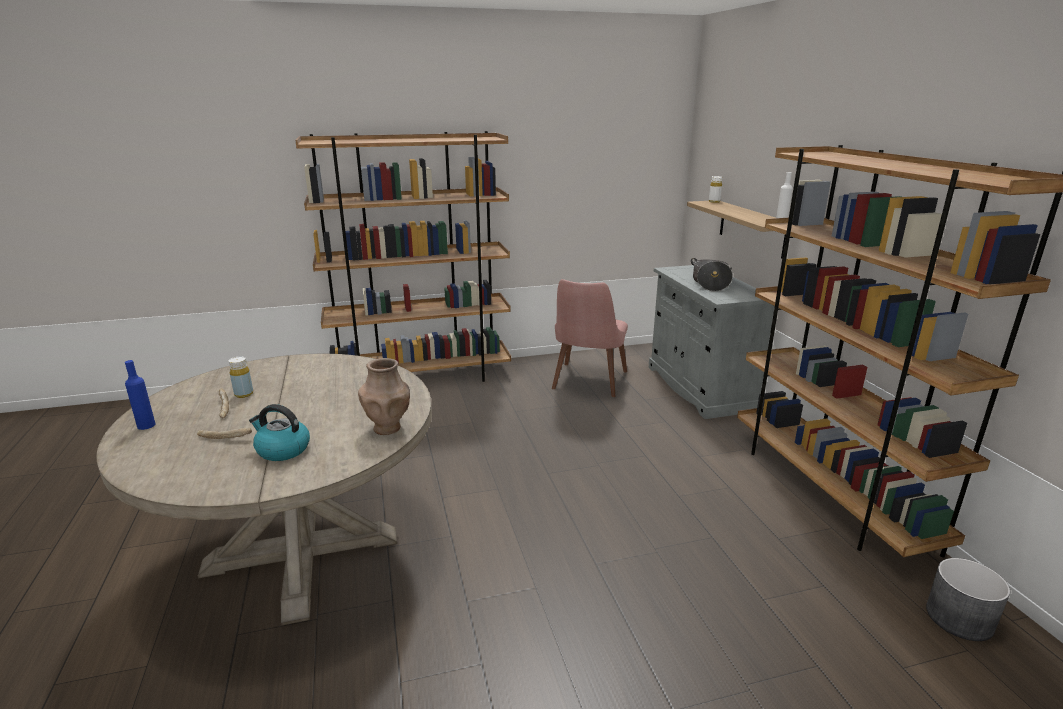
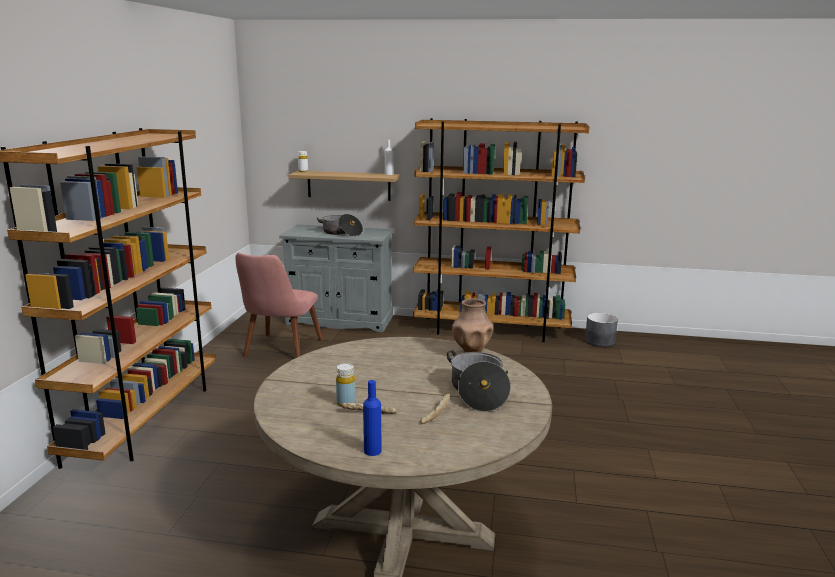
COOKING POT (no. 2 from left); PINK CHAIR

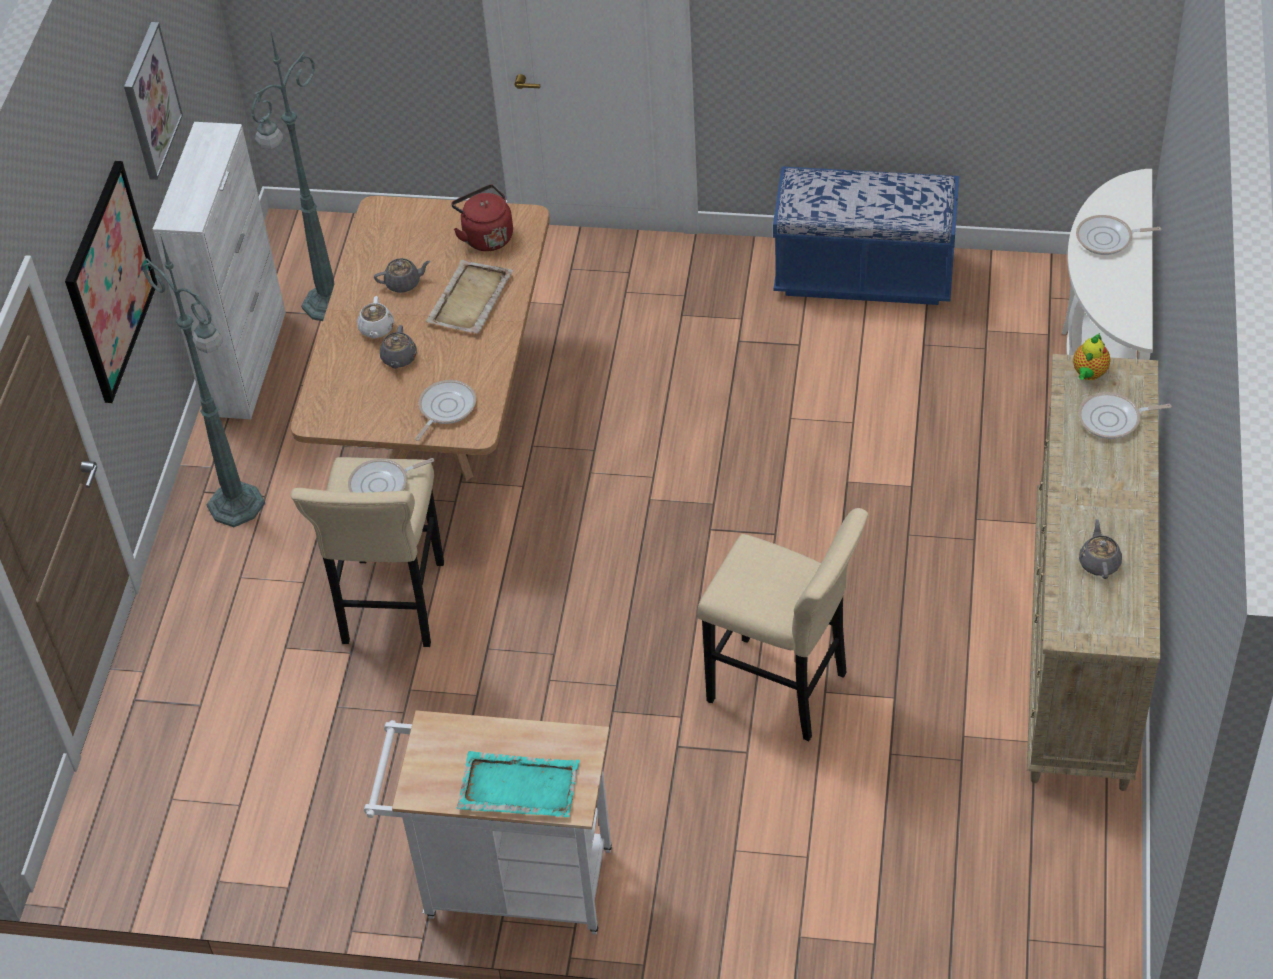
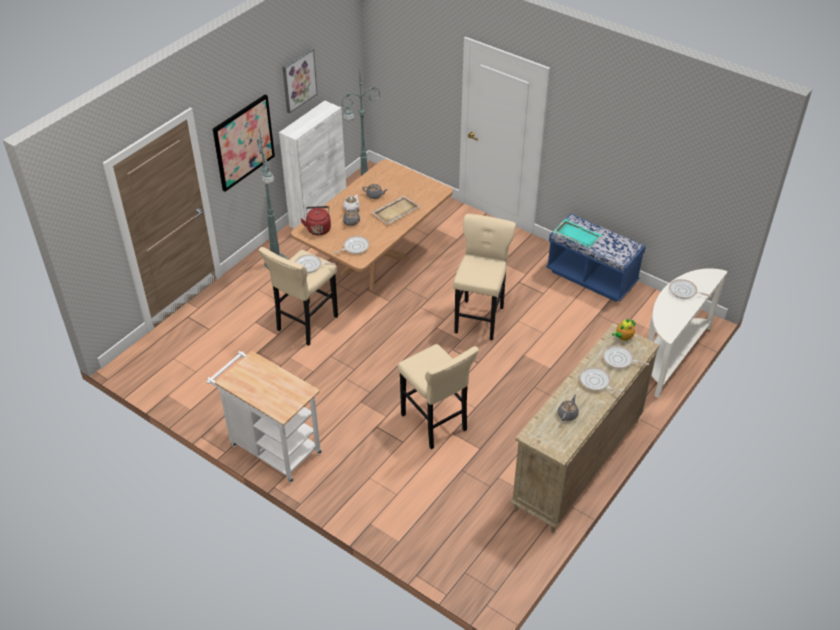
RED KETTLE; TURQUOISE TRAY; BEIGE STOOL (no. 3 from left); FRYING PAN (no. 3 from left)

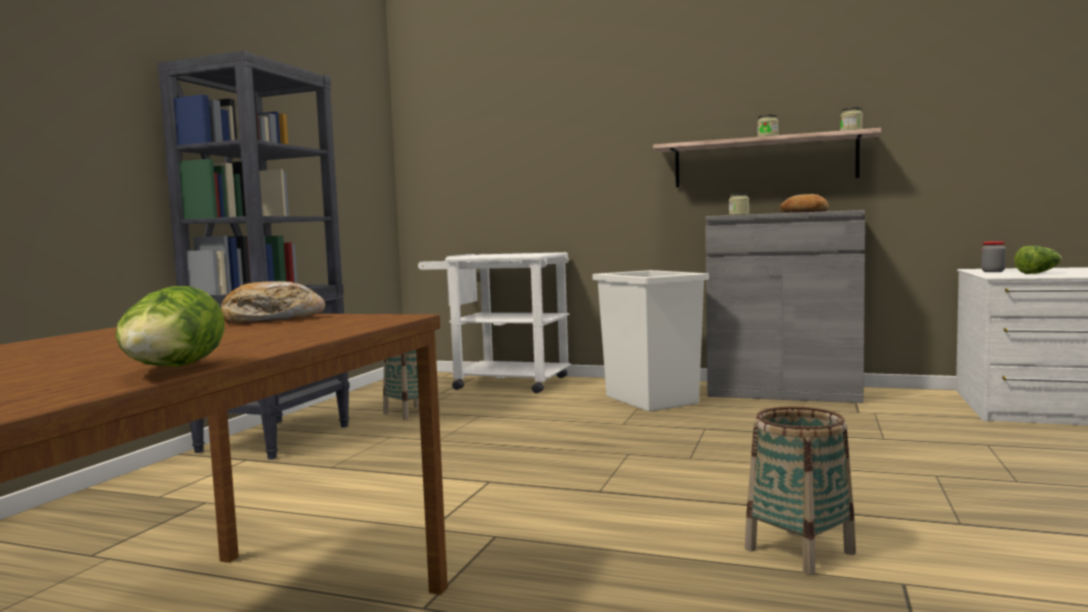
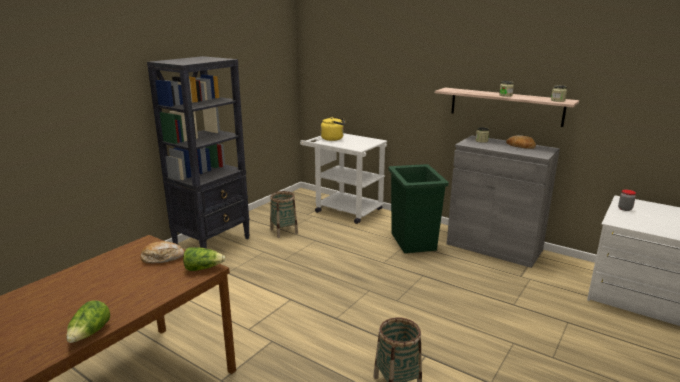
GREEN TRASH CAN; LETTUCE (no. 2 from left); YELLOW KETTLE

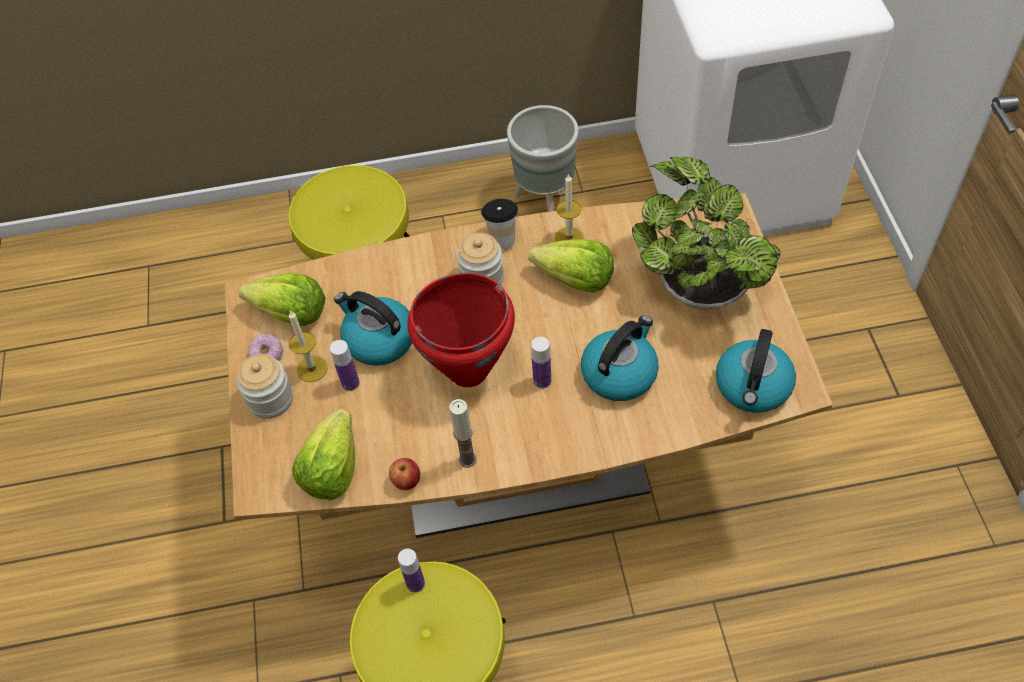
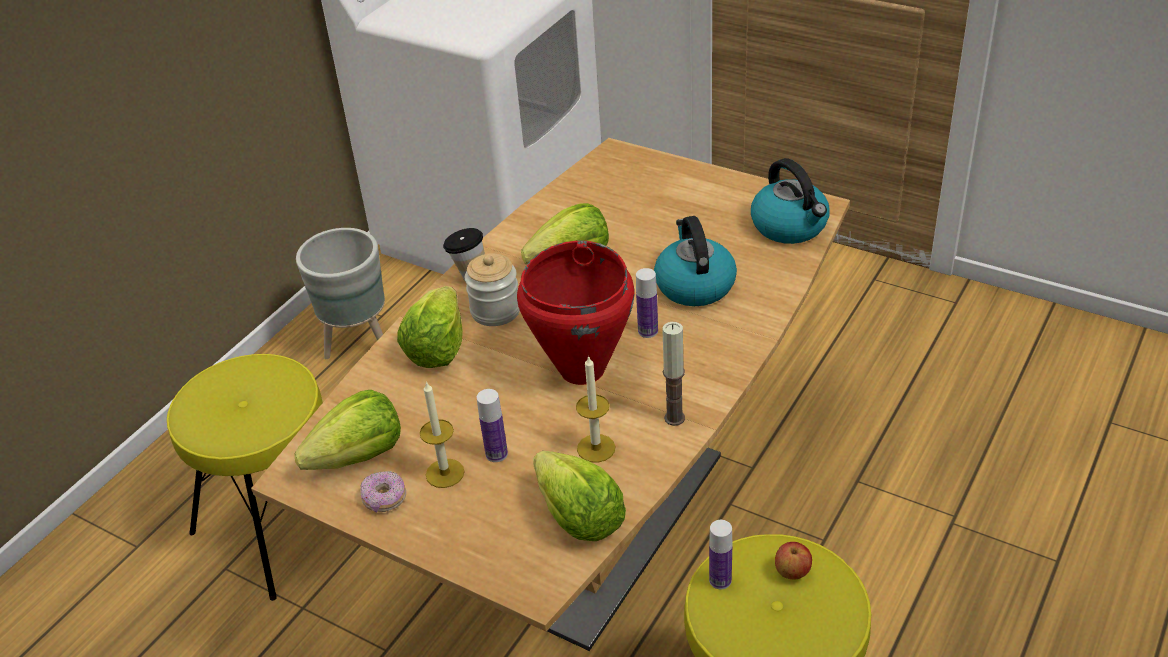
JAR (no. 1 from left in the first image); KETTLE (no. 1 from left in the first image); APPLE; CANDLE (no. 2 from left); POTTED PLANT; LETTUCE (no. 2 from left)

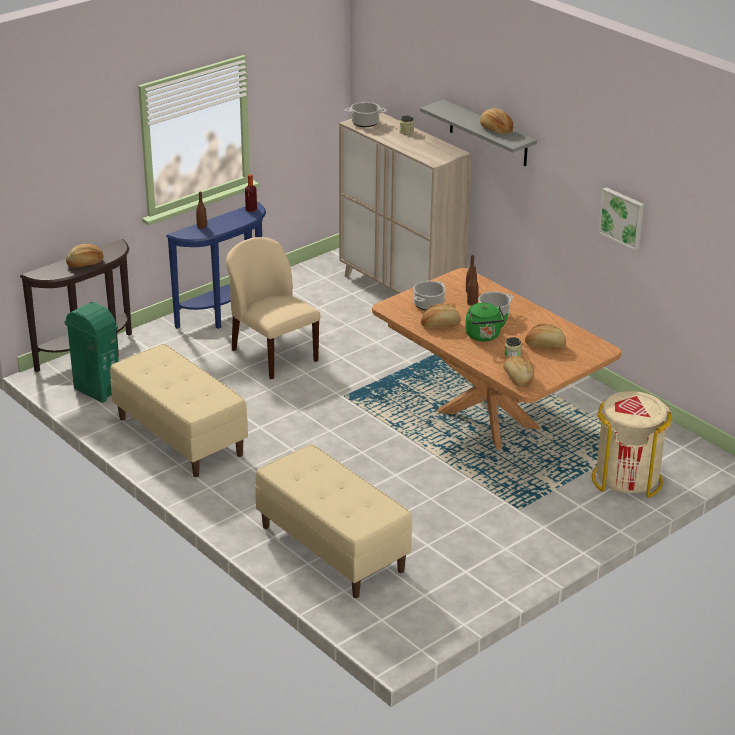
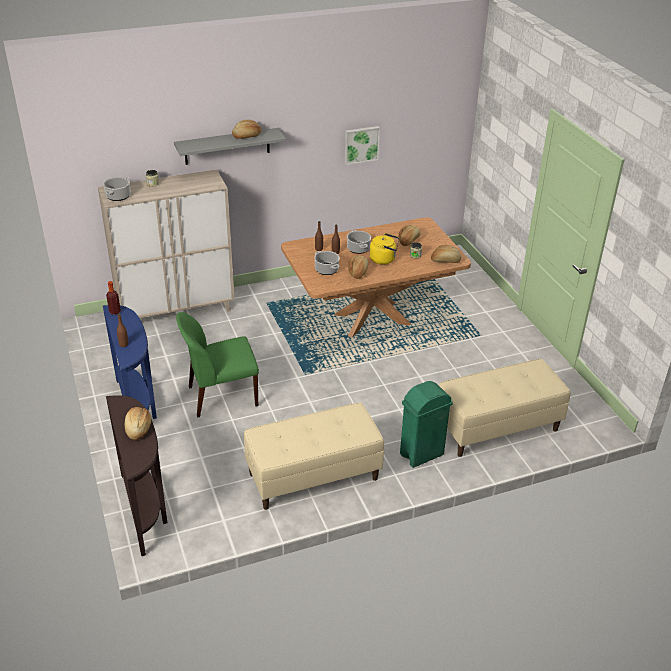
GREEN TRASH CAN; GREEN CHAIR; YELLOW KETTLE; BEIGE TRASH CAN

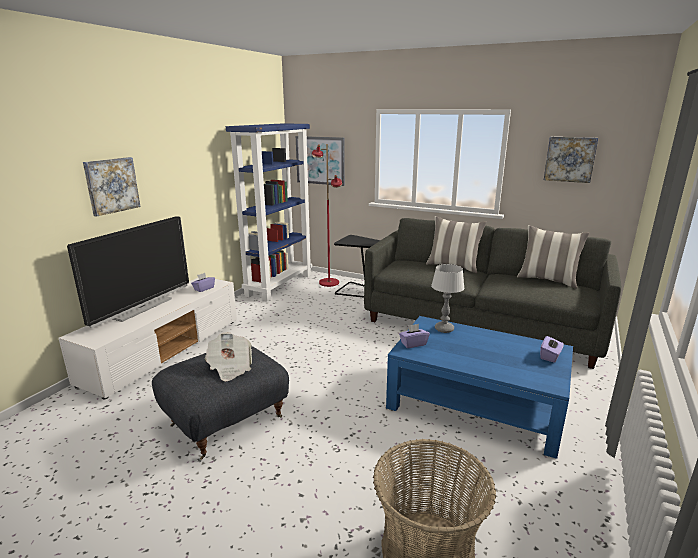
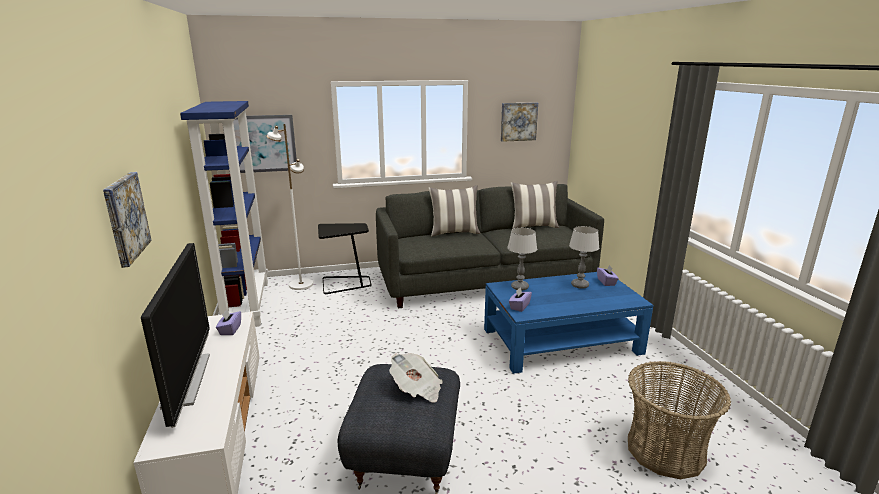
WHITE FLOOR LAMP; TABLE LAMP (no. 2 from left)

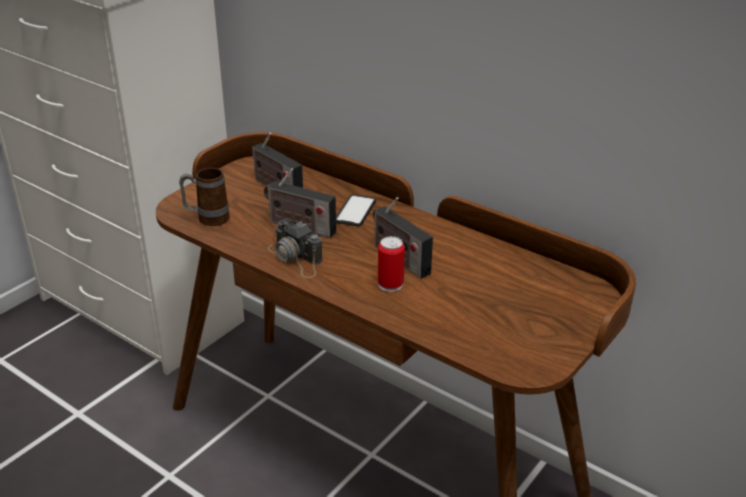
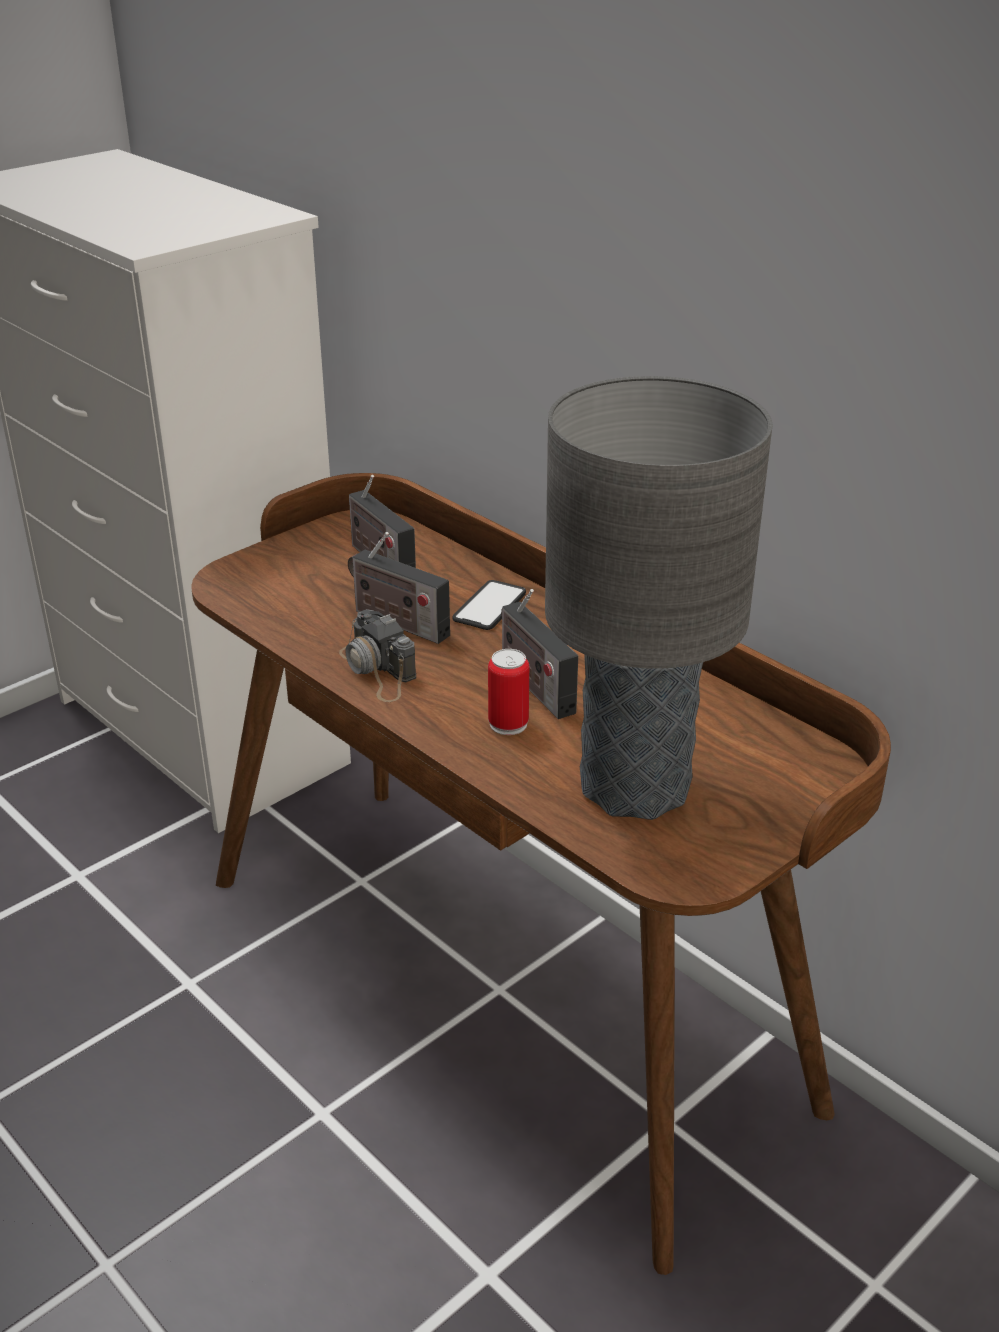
MUG; GREY TABLE LAMP

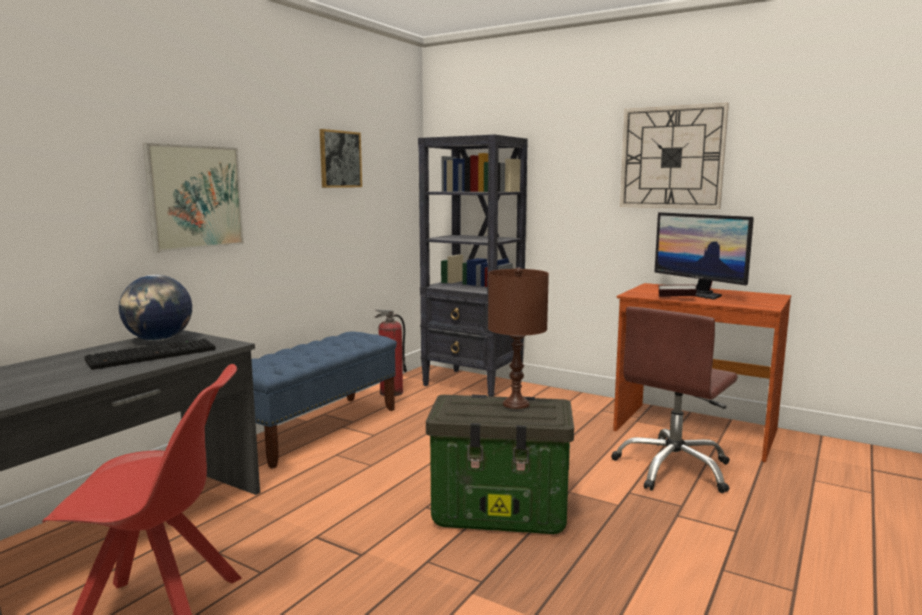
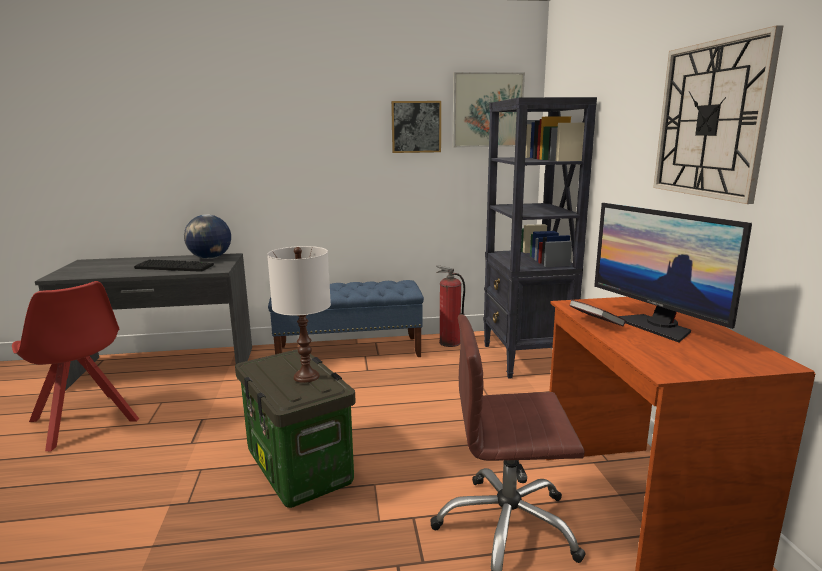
PICTURE (no. 2 from left); WHITE TABLE LAMP; MONITOR

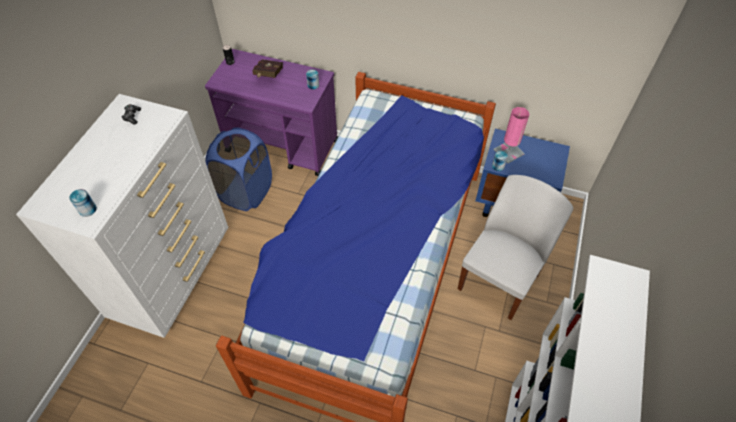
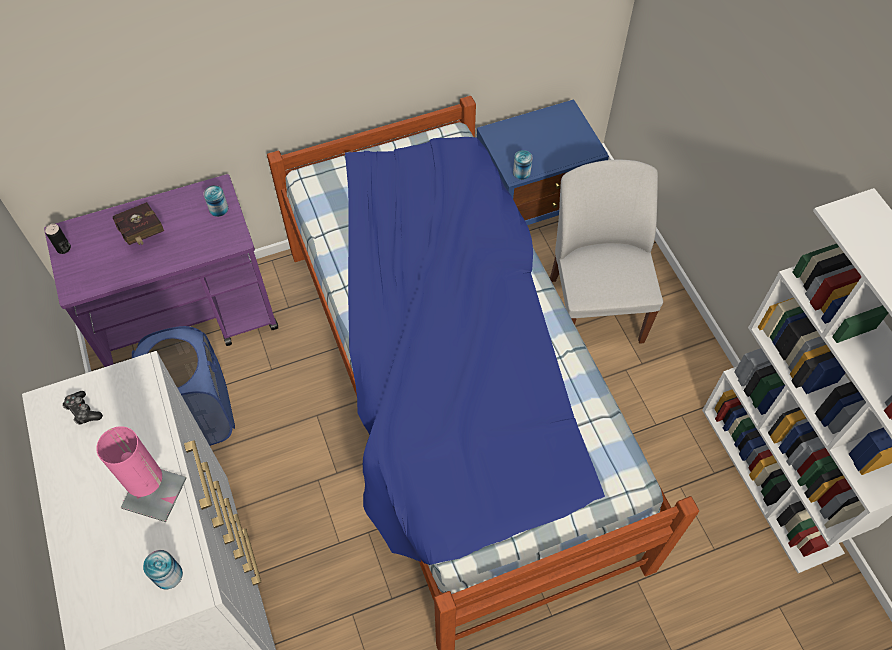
PINK TABLE LAMP

